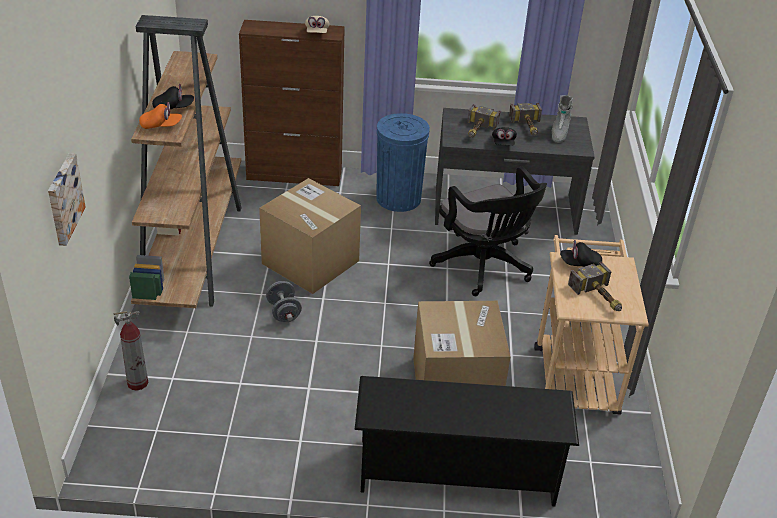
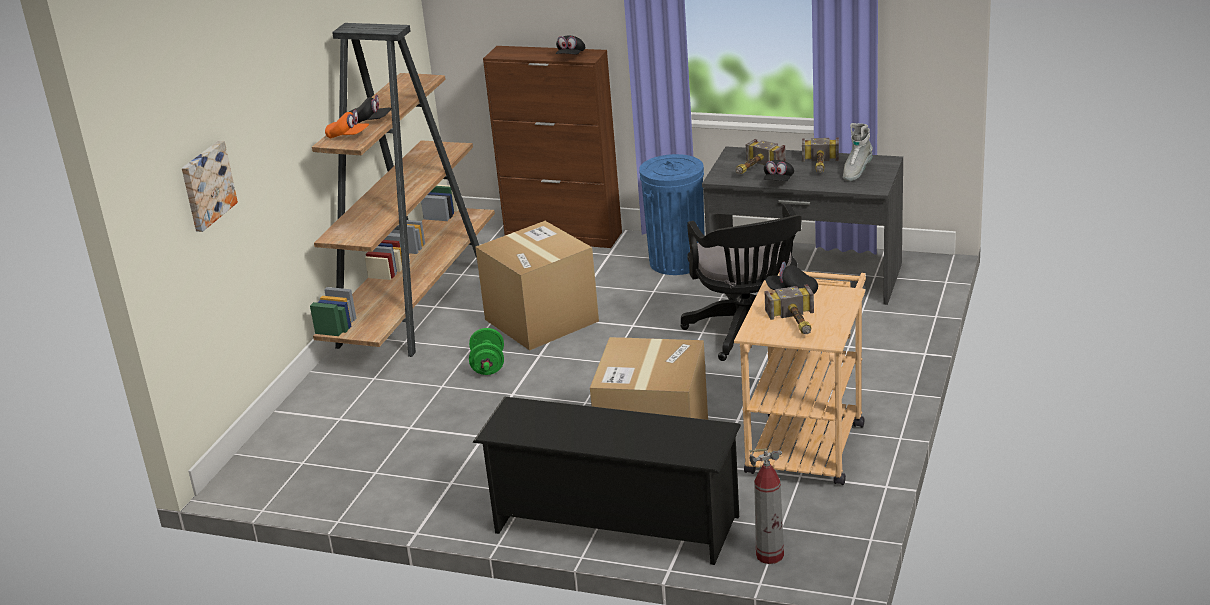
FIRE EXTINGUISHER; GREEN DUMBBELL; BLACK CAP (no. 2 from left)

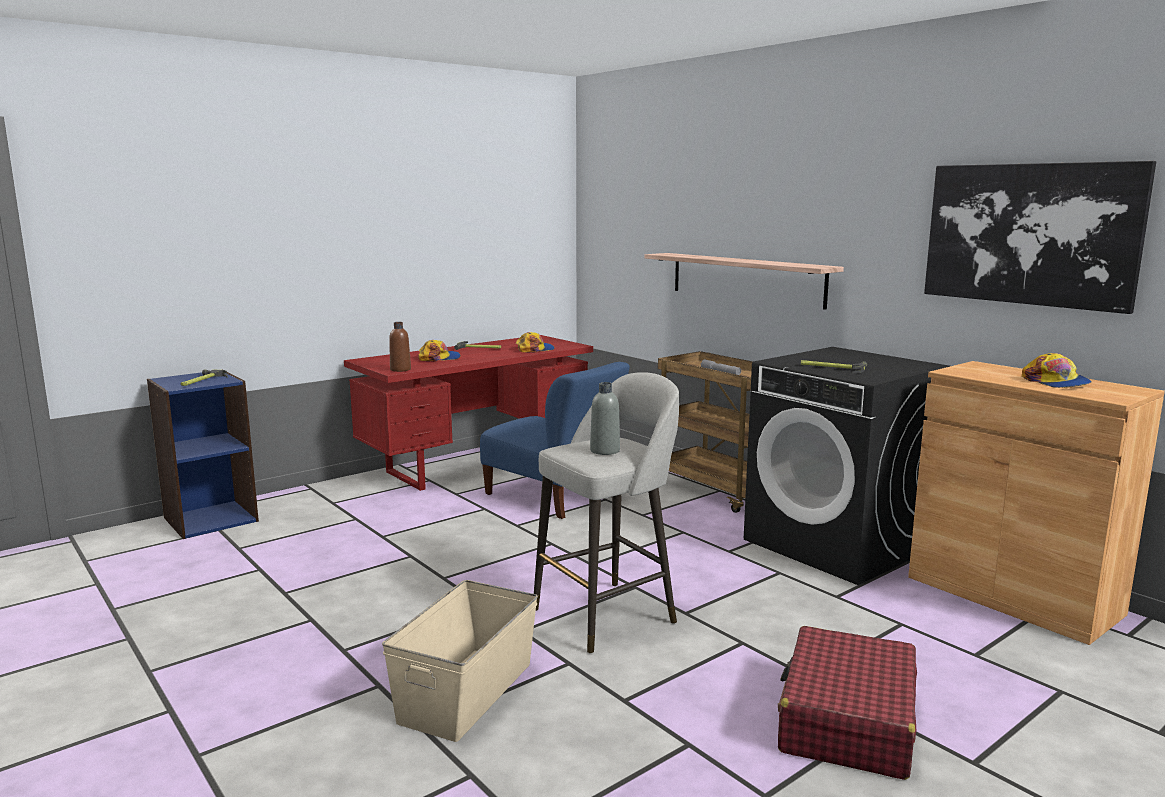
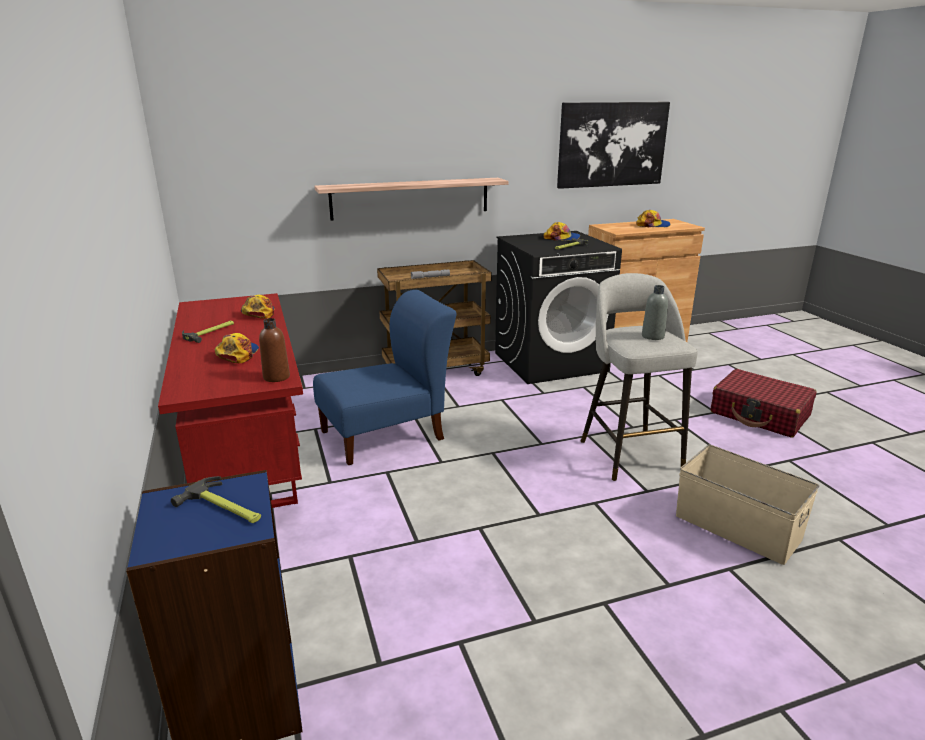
CAP (no. 3 from left)

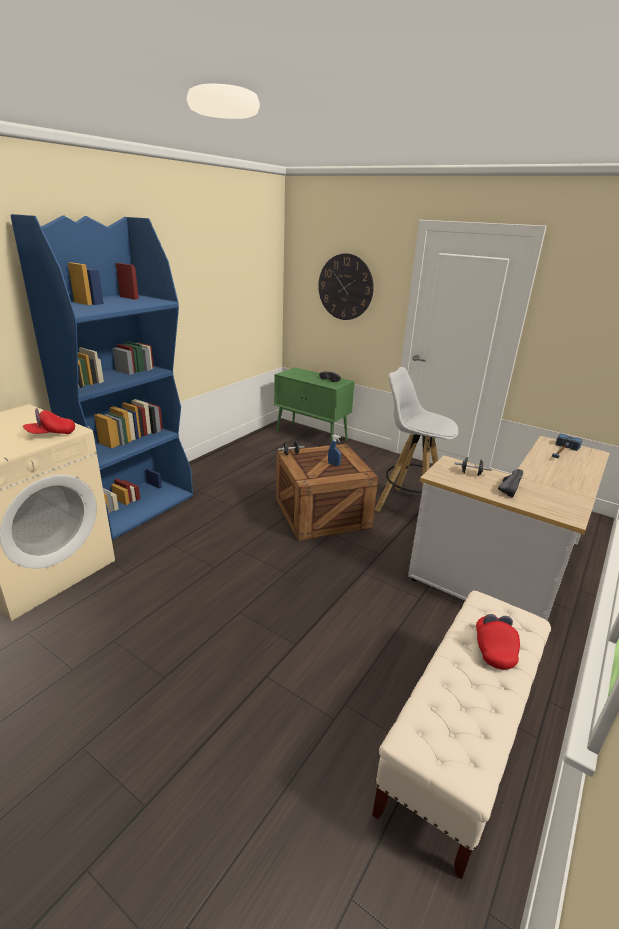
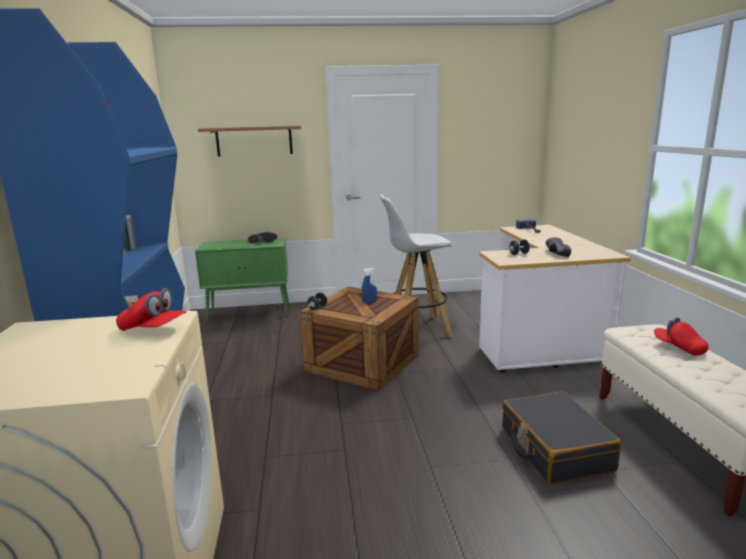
RED CAP (no. 1 from left); SHELF; BLACK SUITCASE

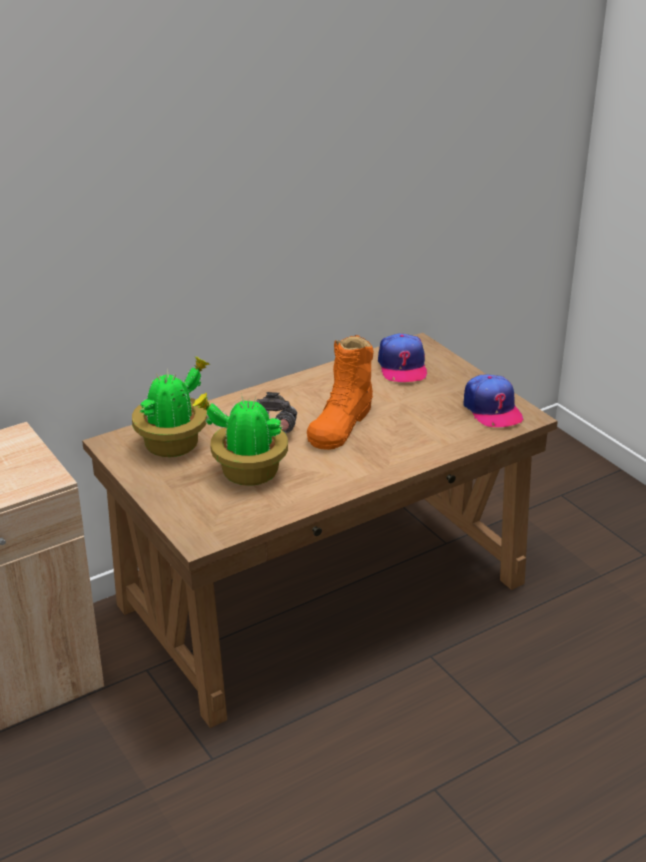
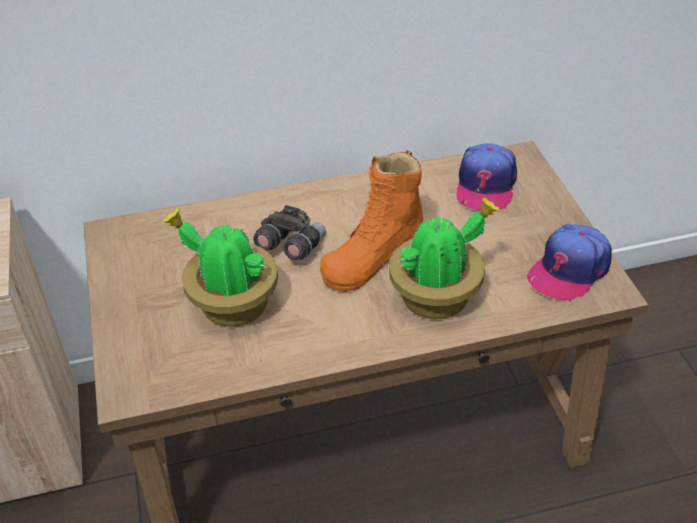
POTTED PLANT (no. 2 from left); CAP (no. 2 from left)

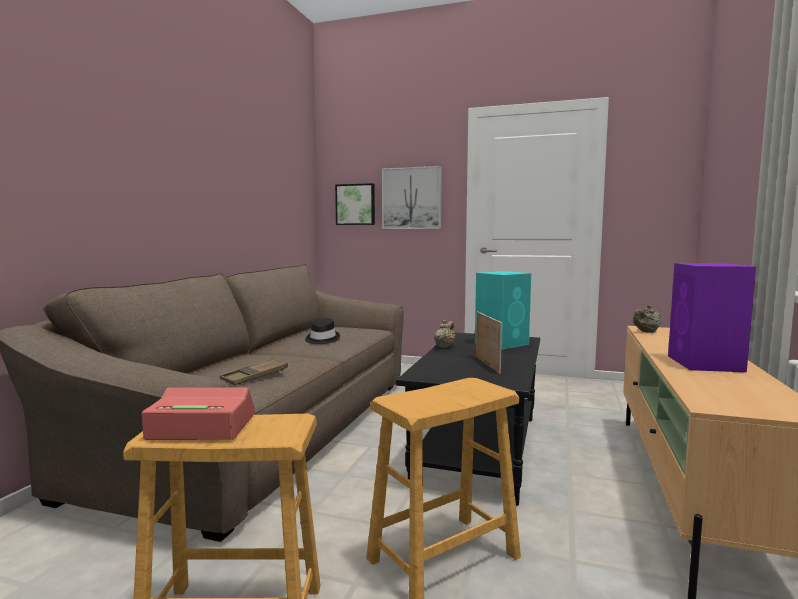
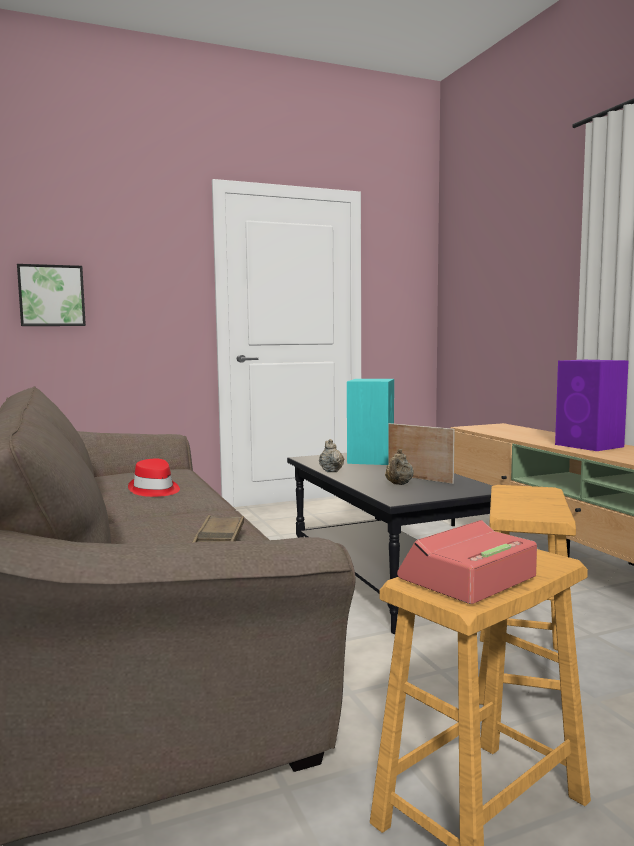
RED HAT; PICTURE (no. 2 from left in the first image); BEIGE TEAPOT (no. 2 from left)

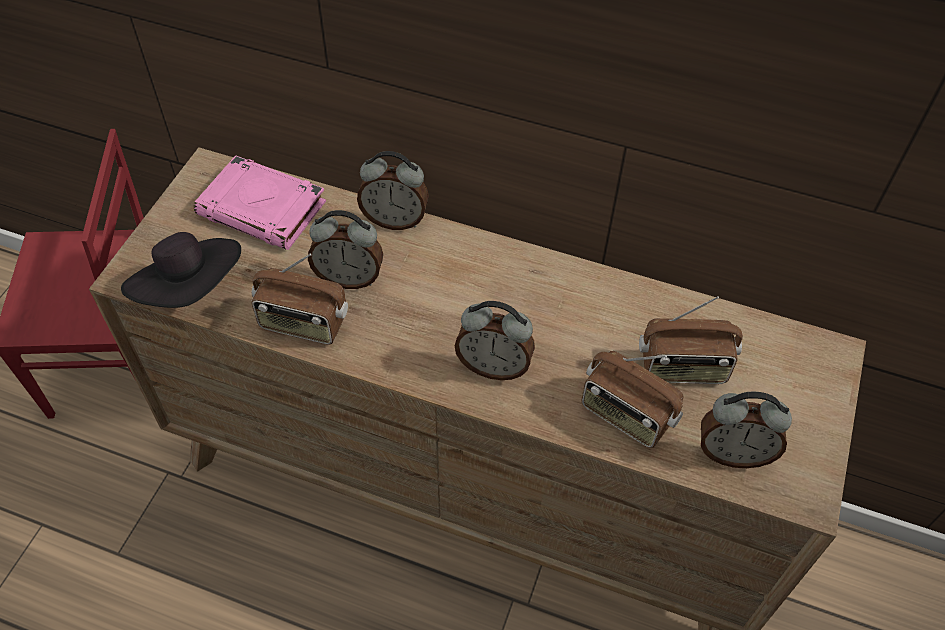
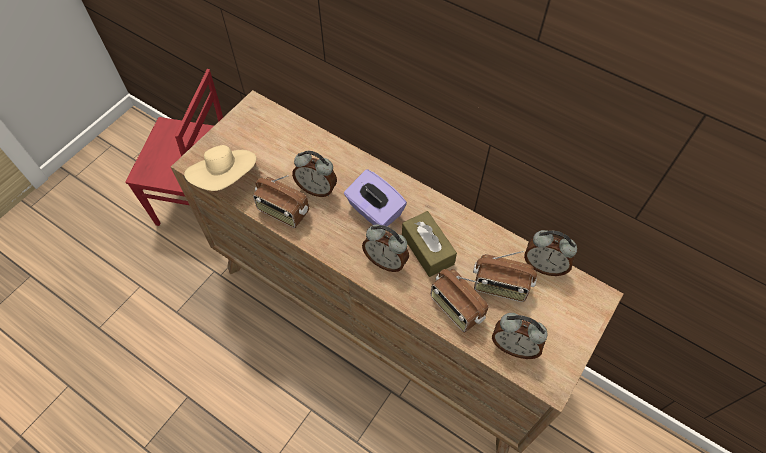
BEIGE HAT; PINK BOOK; ALARM CLOCK (no. 4 from left); PURPLE TISSUE BOX; BROWN TISSUE BOX

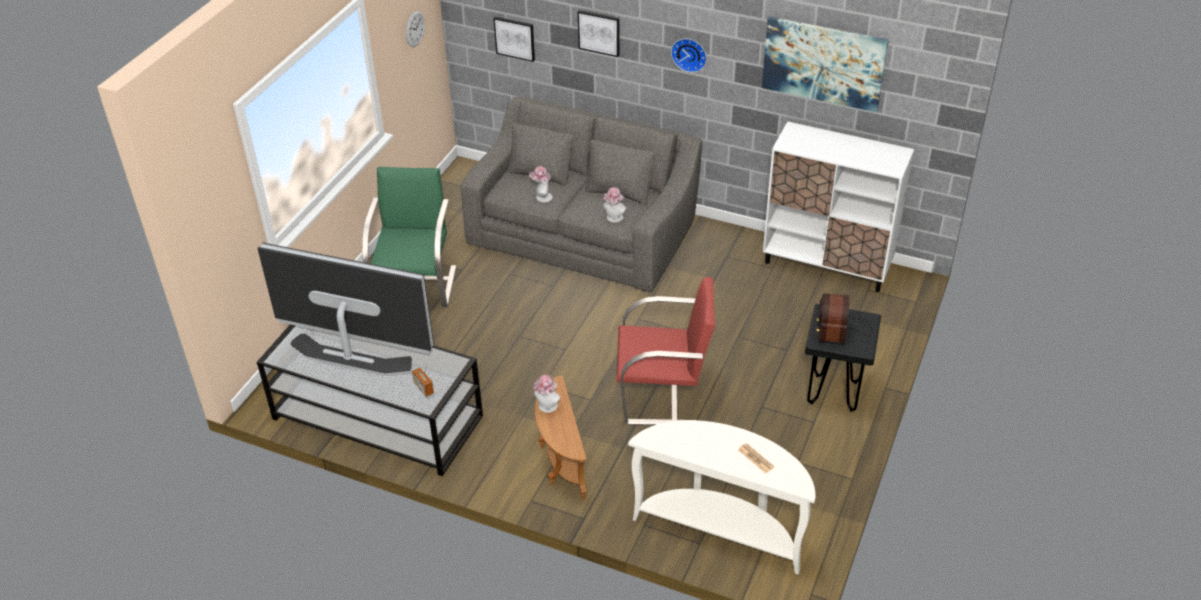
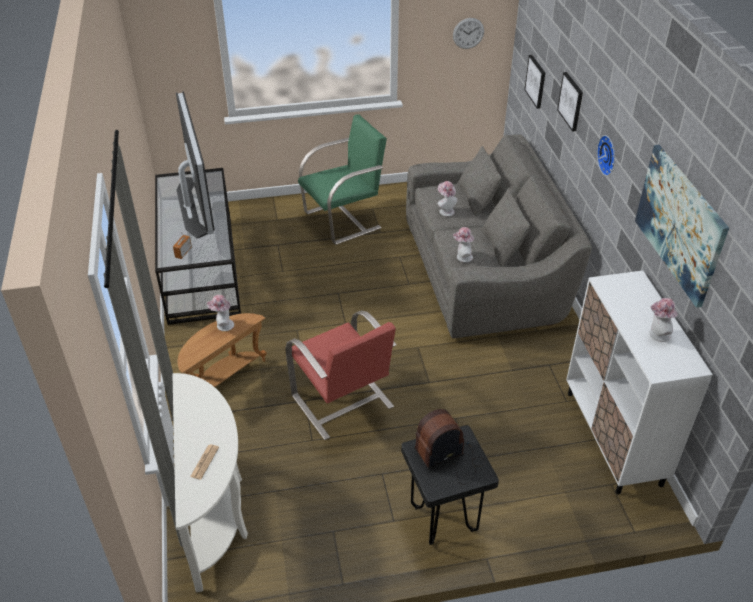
HAT (no. 4 from left)

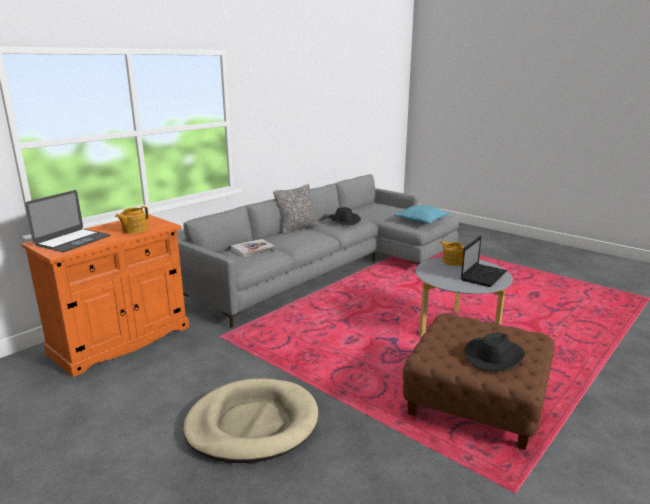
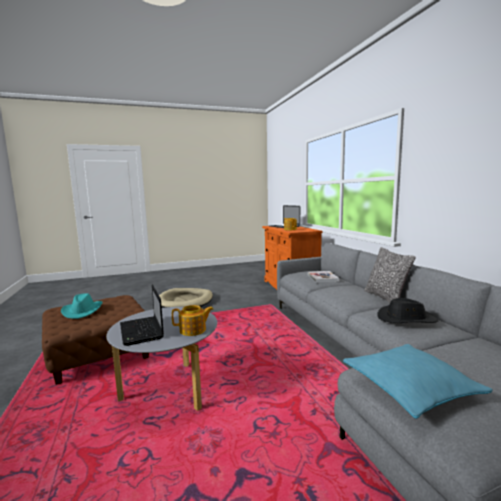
TURQUOISE HAT

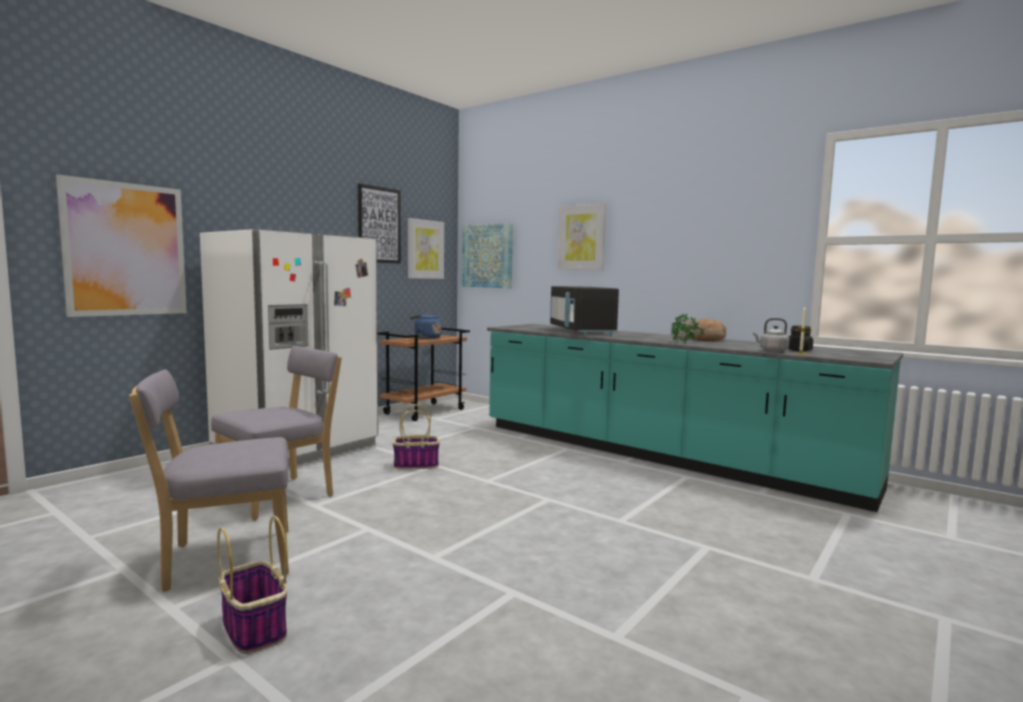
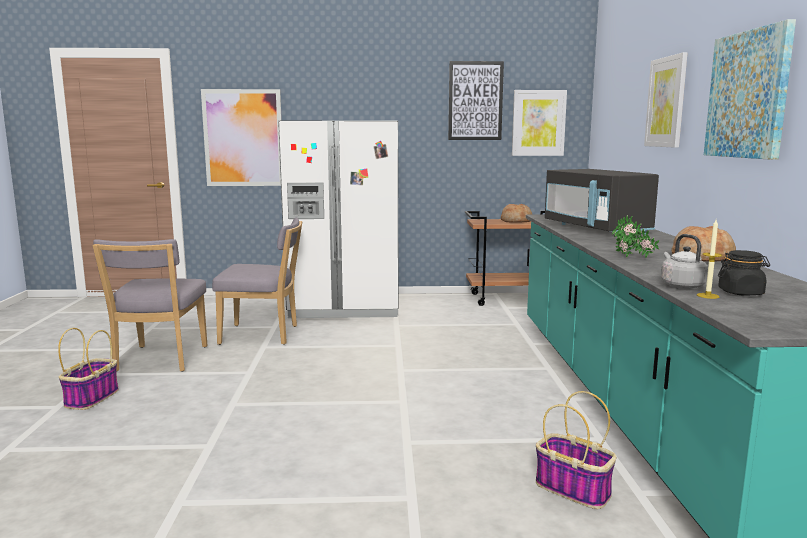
GREY CHAIR (no. 1 from left); BASKET (no. 2 from left); BREAD (no. 1 from left); PICTURE (no. 5 from left); BLACK MICROWAVE

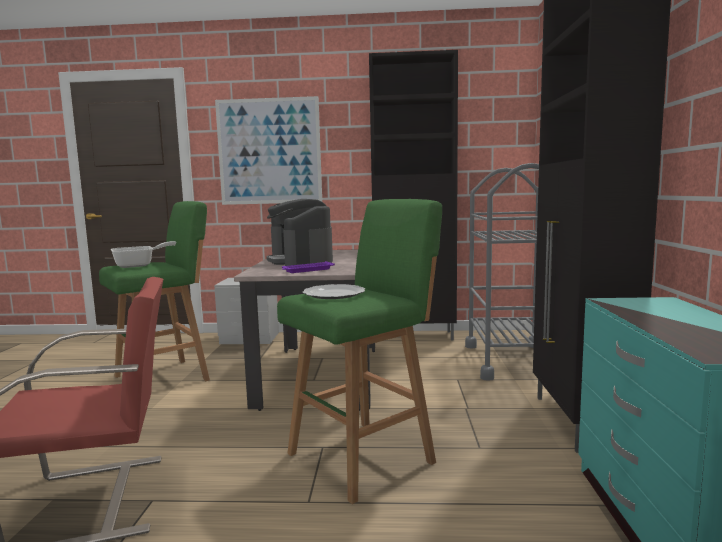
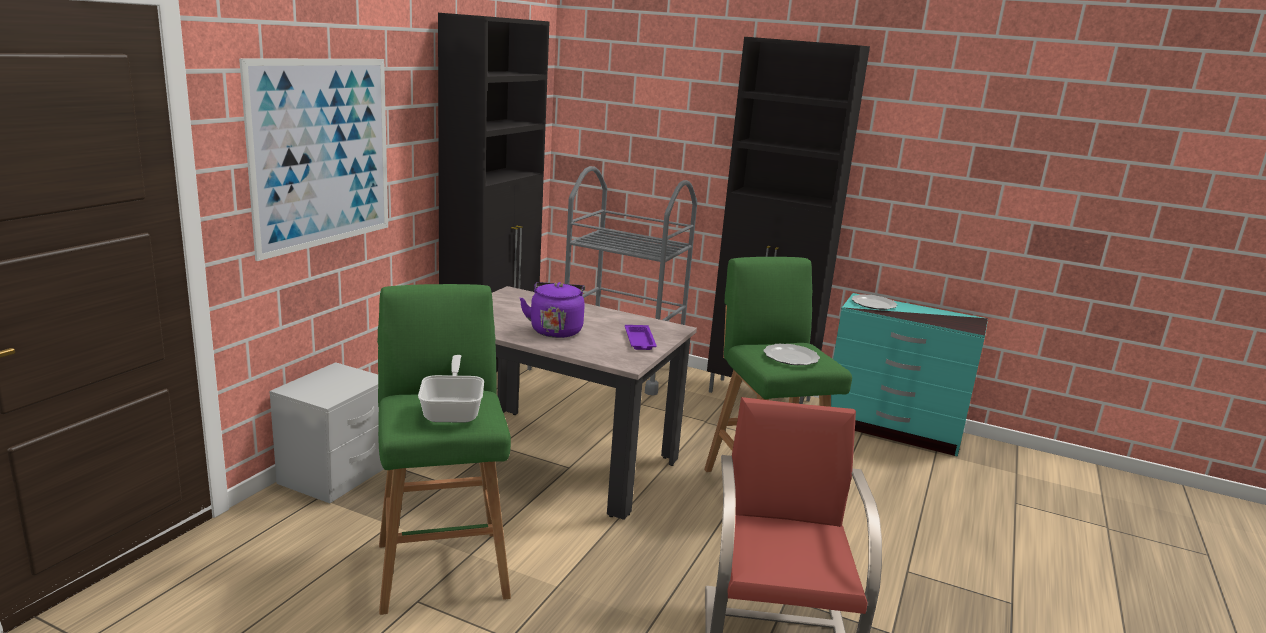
PURPLE KETTLE; PLATE (no. 2 from left)

